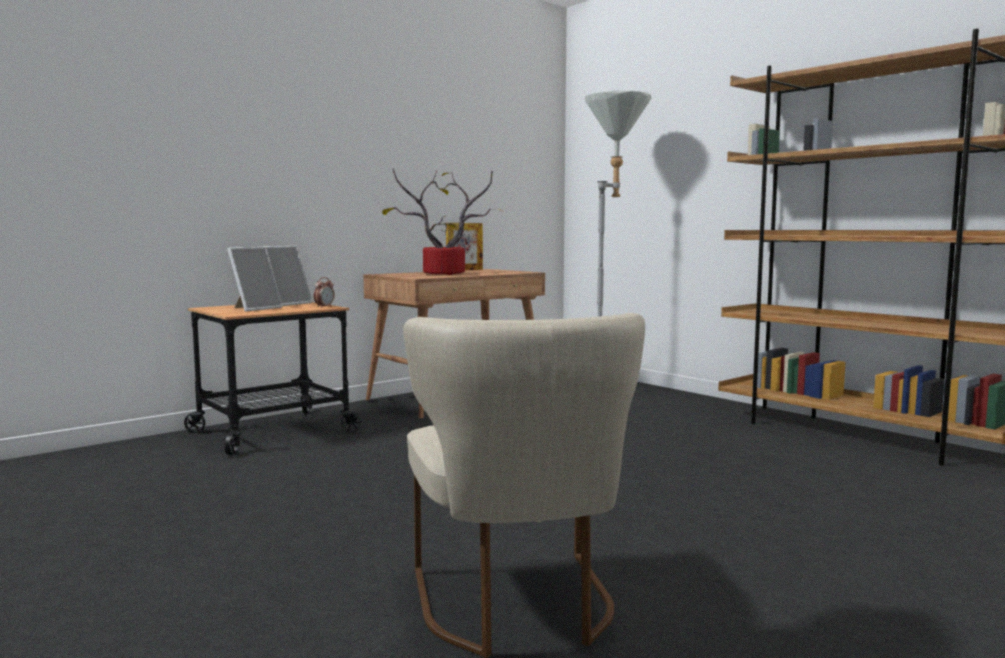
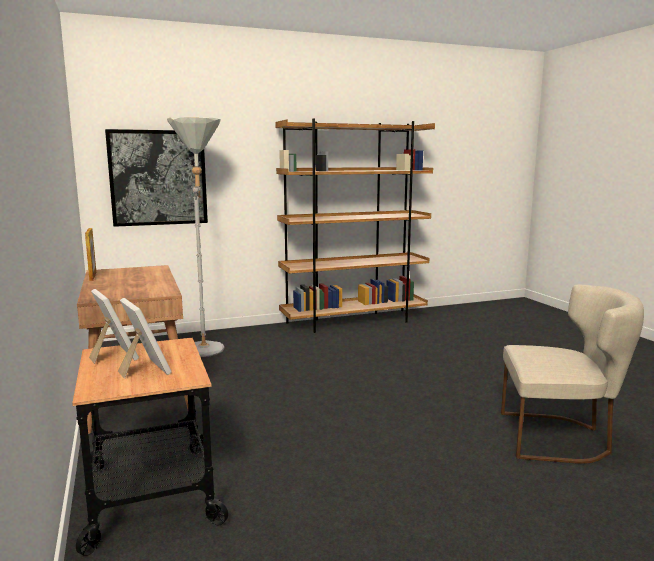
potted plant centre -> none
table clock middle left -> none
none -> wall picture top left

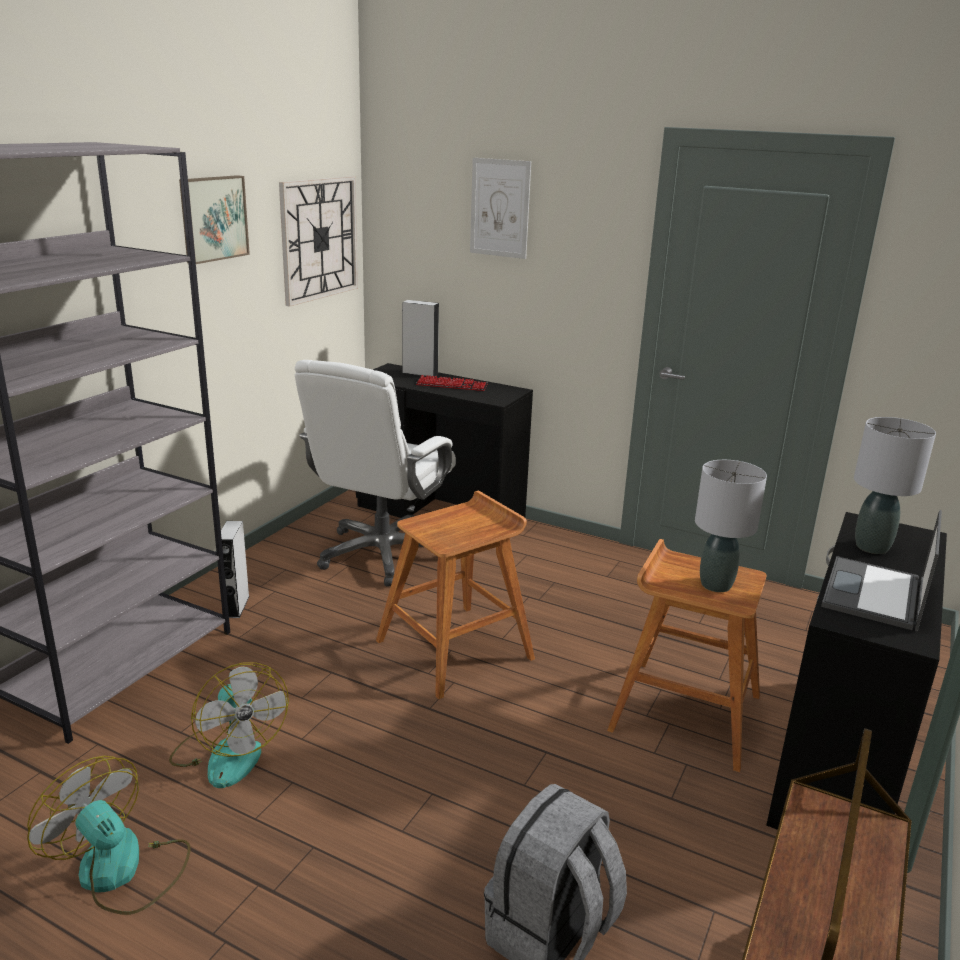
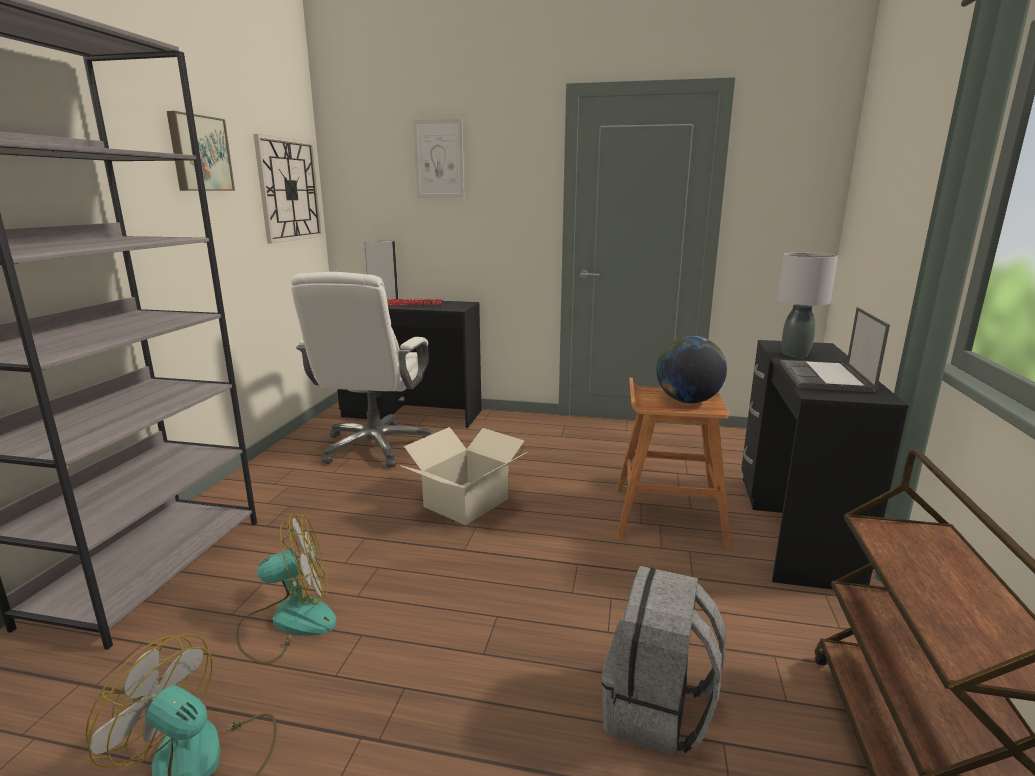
tabletop lamp (grey) (no. 1 from left) middle right -> world globe middle right
stool (brown-coloured) (no. 1 from left) centre -> packing box centre
audio speaker (grey) (no. 1 from left) middle left -> none
fan (no. 2 from left) bottom left, 60 degrees counterclockwise

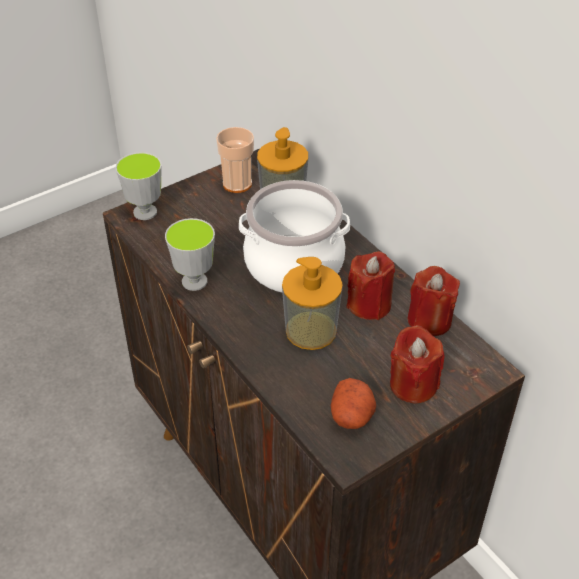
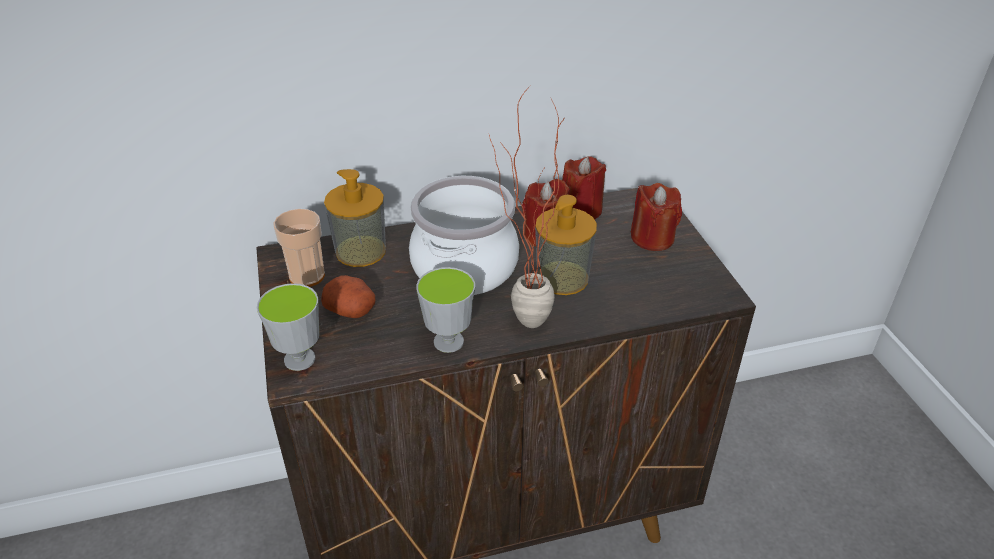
potato bottom centre -> potato centre, shifted
none -> potted plant centre

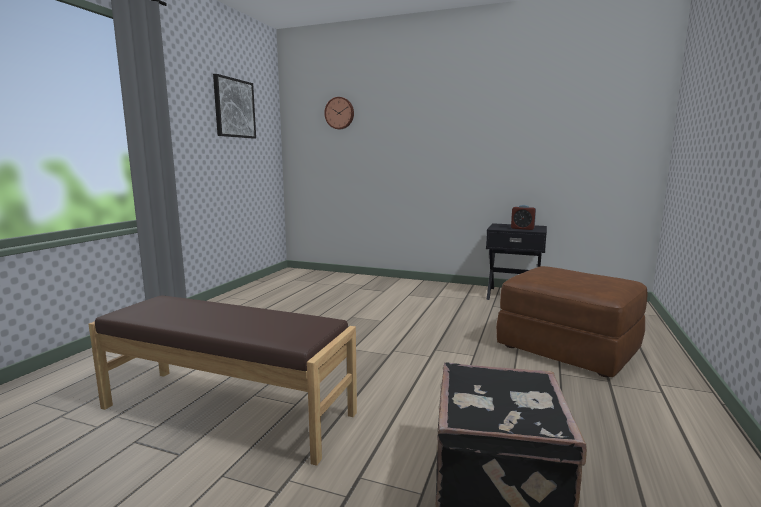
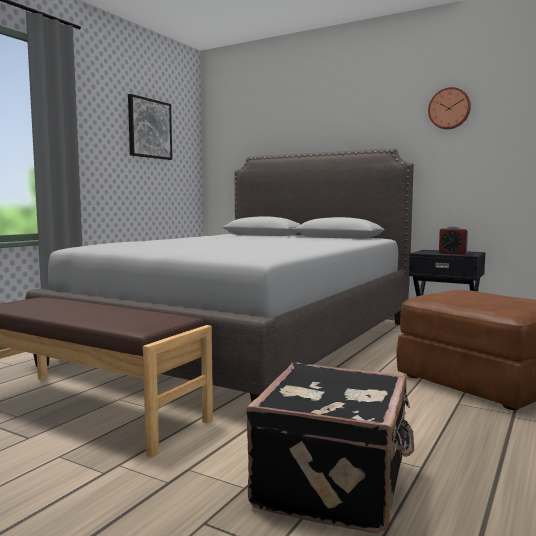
clock on the wall top centre -> clock on the wall top right, shifted
none -> bedroom bed (grey) centre

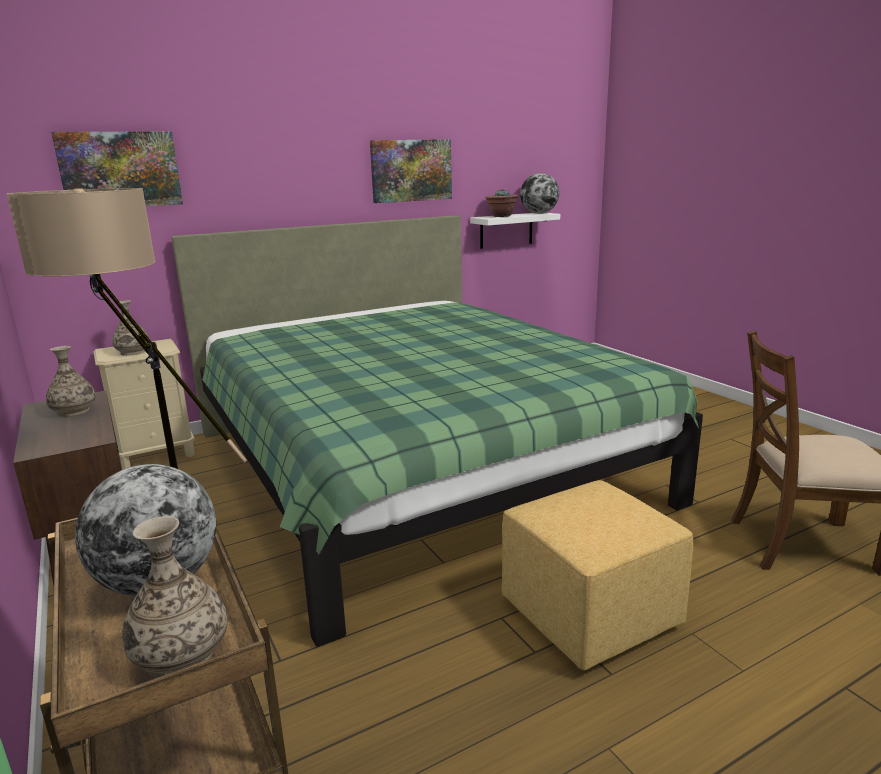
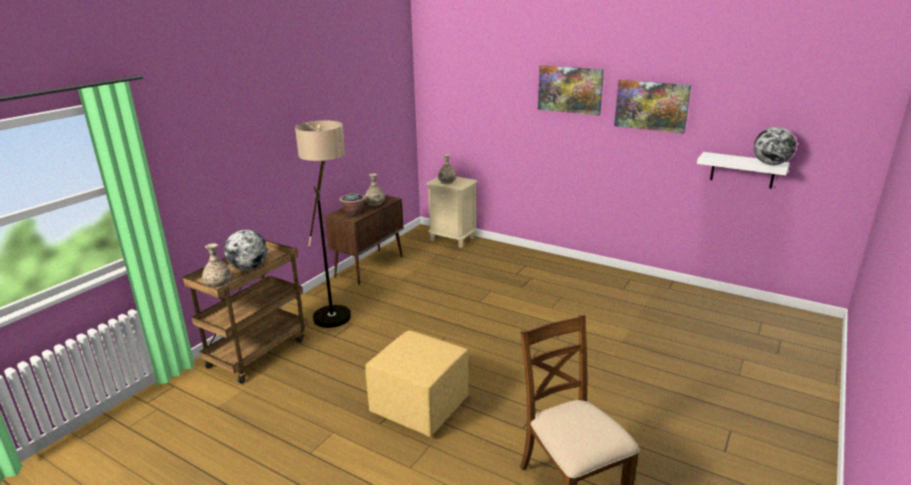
wall picture (no. 1 from left) top left -> wall picture (no. 1 from left) top centre, shifted
potted plant top centre -> potted plant centre, shifted
bedroom bed (green-coloured) centre -> none

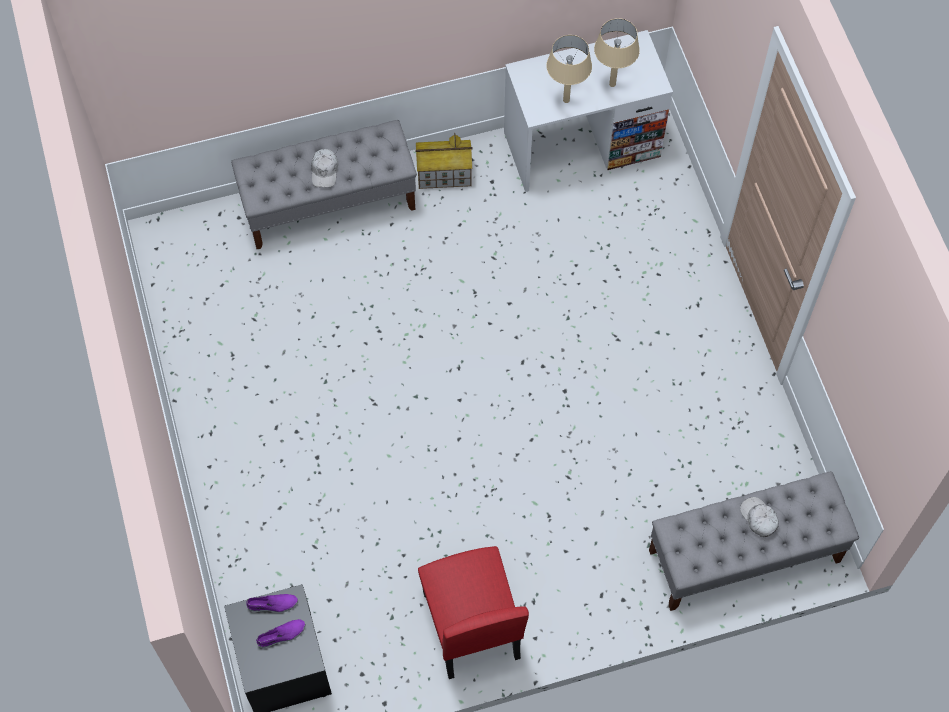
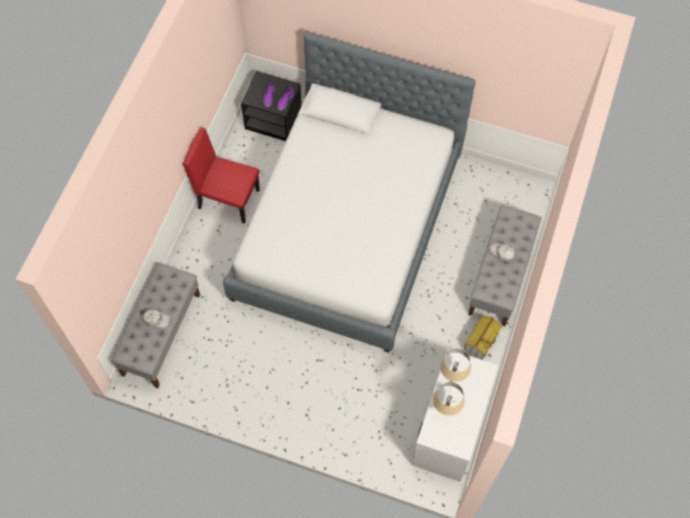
none -> bedroom bed centre

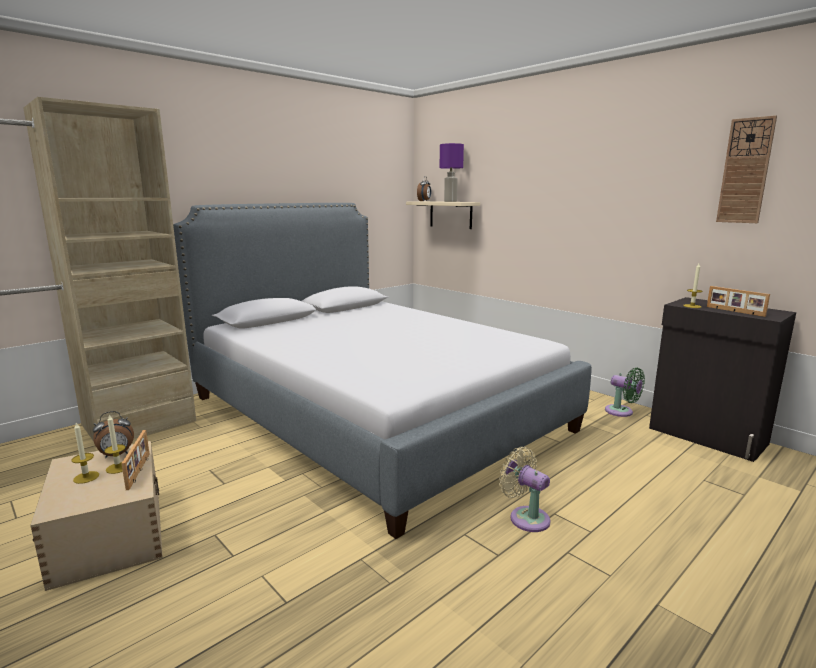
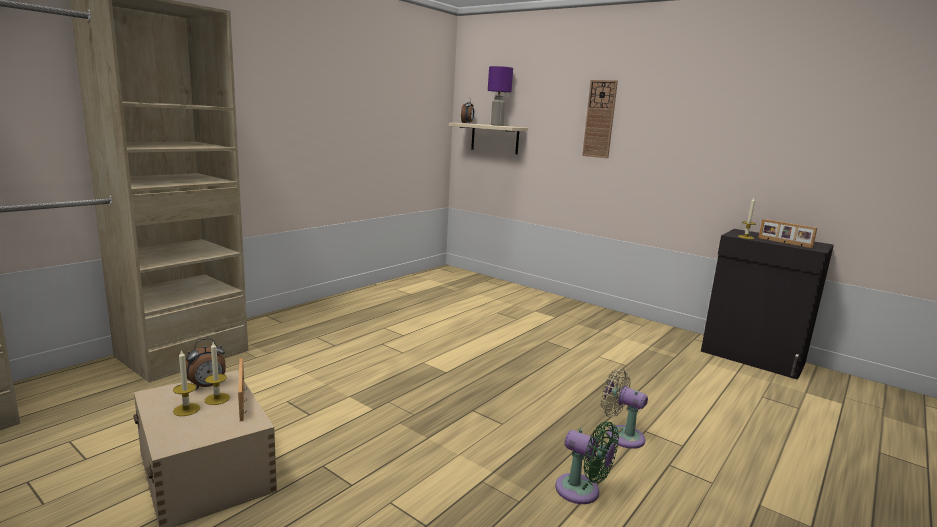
clock on the wall top right -> clock on the wall top centre, shifted
bedroom bed centre -> none
fan (green-coloured) middle right -> fan (green-coloured) bottom centre, shifted

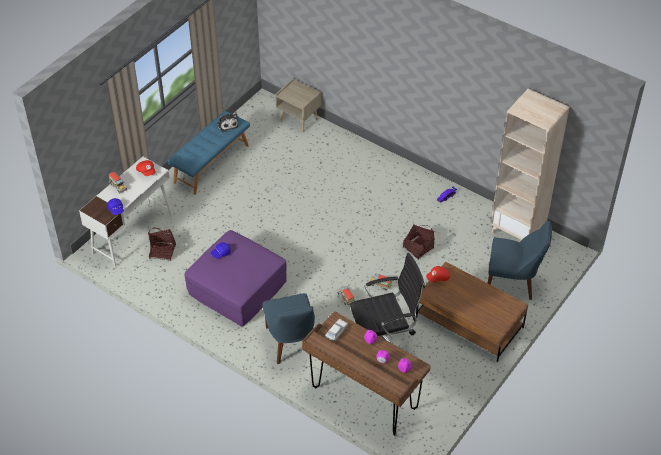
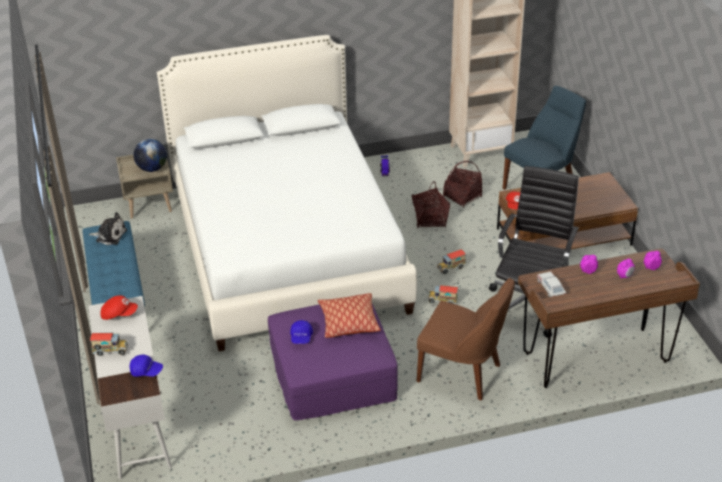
household basket (no. 1 from left in the first image) middle left -> household basket (no. 2 from left) centre, shifted
upright chair (blue-coloured) (no. 1 from left) bottom centre -> upright chair (brown-coloured) bottom centre
none -> bedroom bed (white-coloured) centre
none -> world globe top left
none -> throw pillow centre

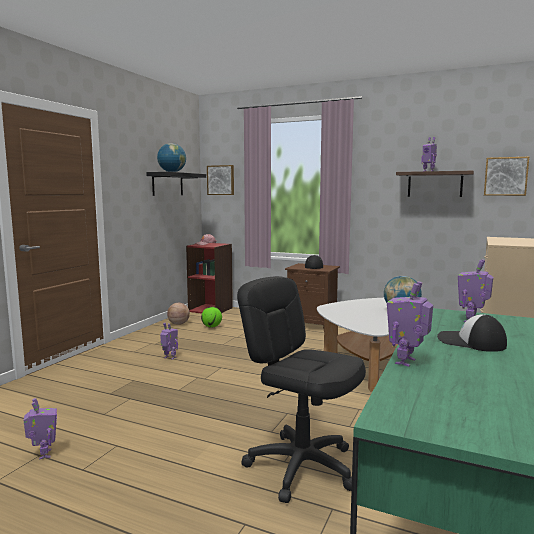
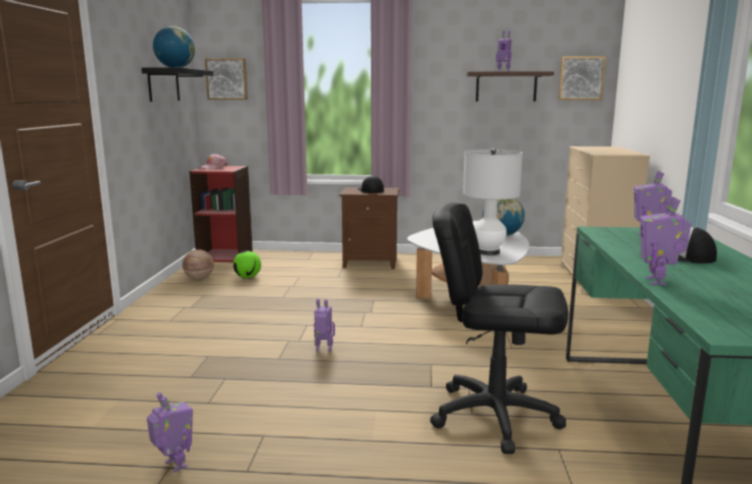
toy robot (no. 2 from left) middle left -> toy robot (no. 2 from left) bottom centre, shifted
none -> tabletop lamp (white-coloured) centre

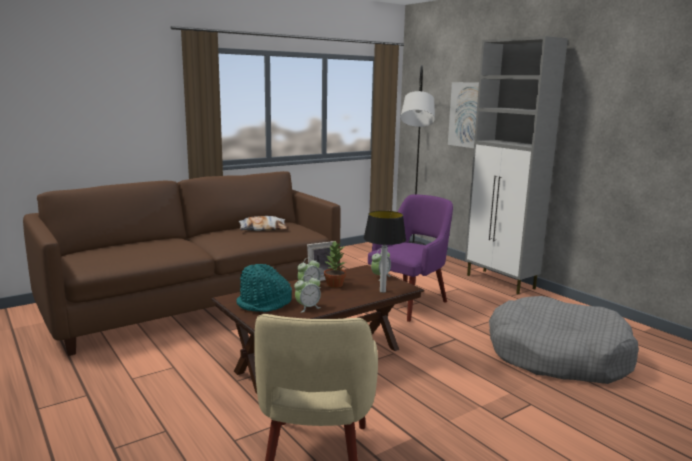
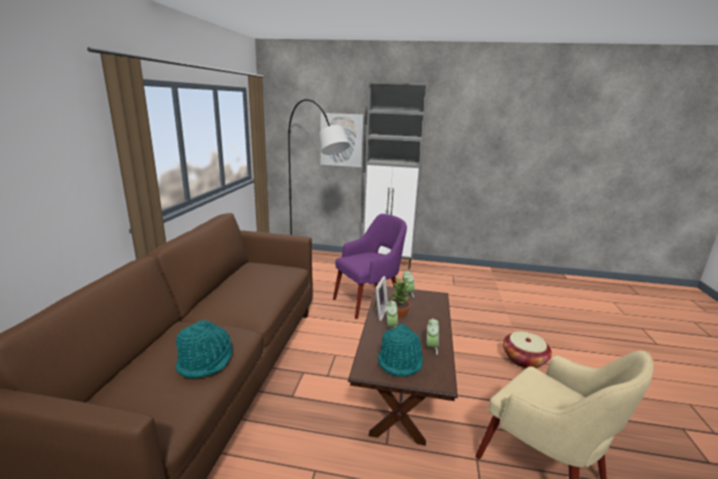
easy chair (purple) centre, 60 degrees clockwise
tabletop lamp centre -> none
throw pillow centre -> none
pet bed (grey) bottom right -> none
none -> wearable hat (turquoise-coloured) (no. 1 from left) bottom left
none -> household basket bottom right

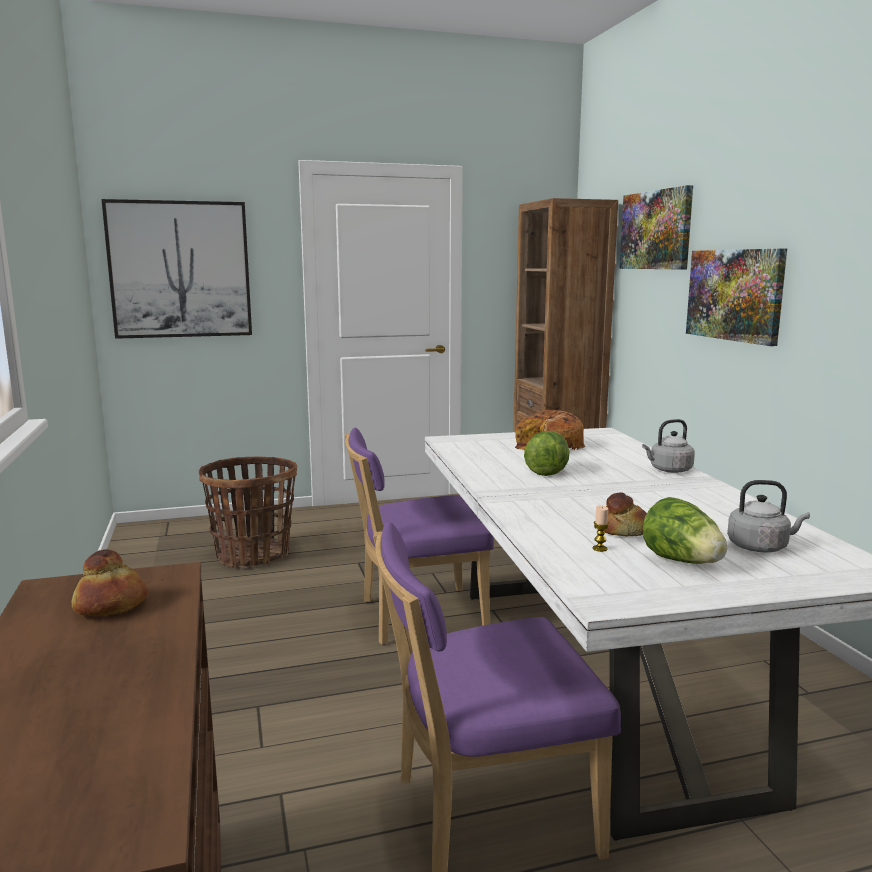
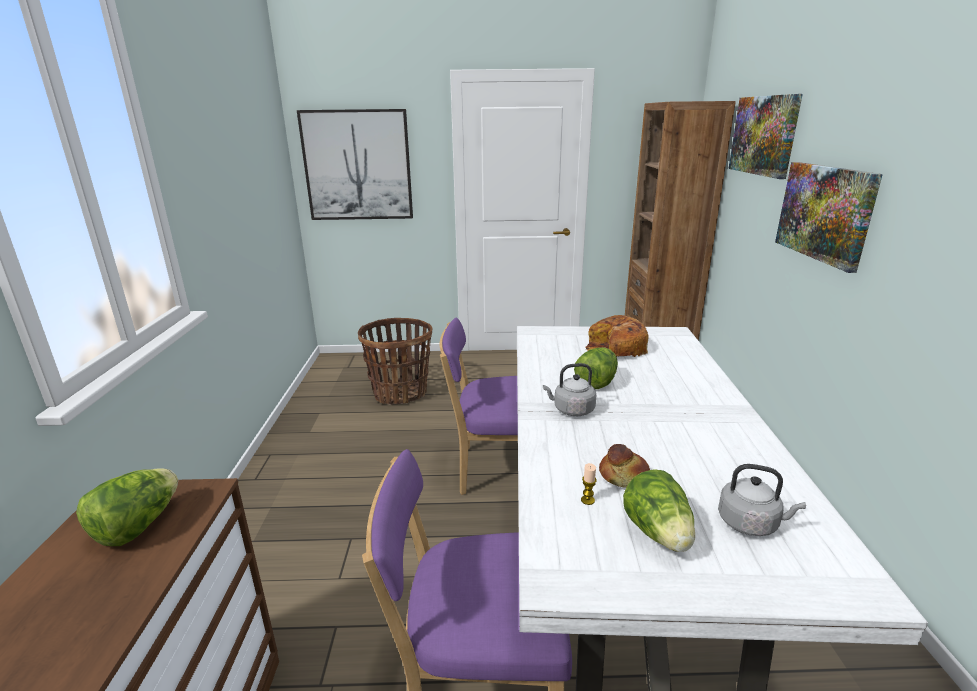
water kettle (grey) (no. 1 from left) middle right -> water kettle (grey) (no. 1 from left) centre, shifted
bread (no. 1 from left) bottom left -> head of lettuce (no. 1 from left) bottom left

